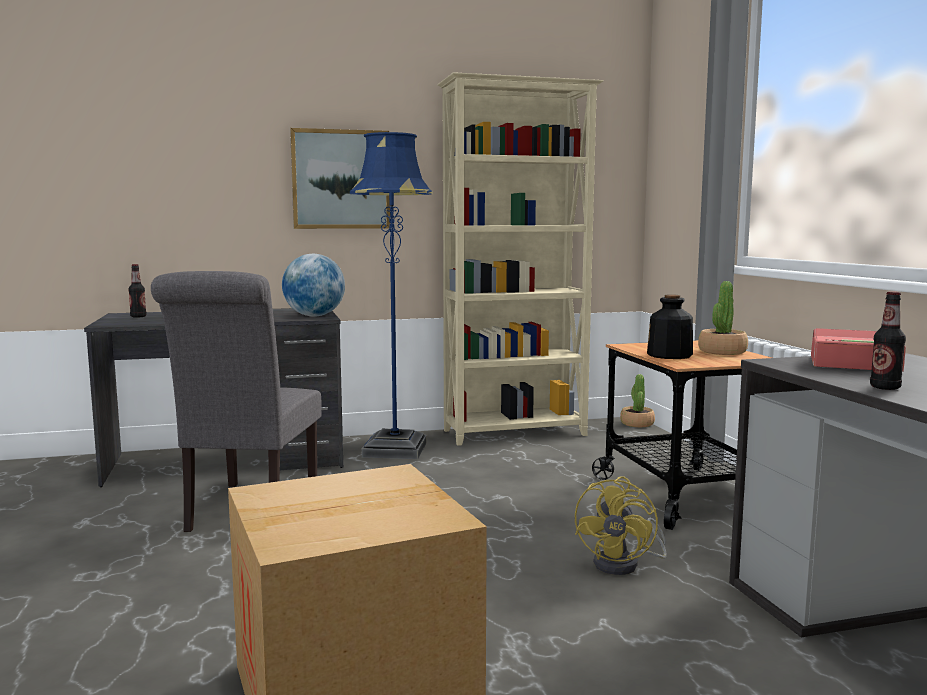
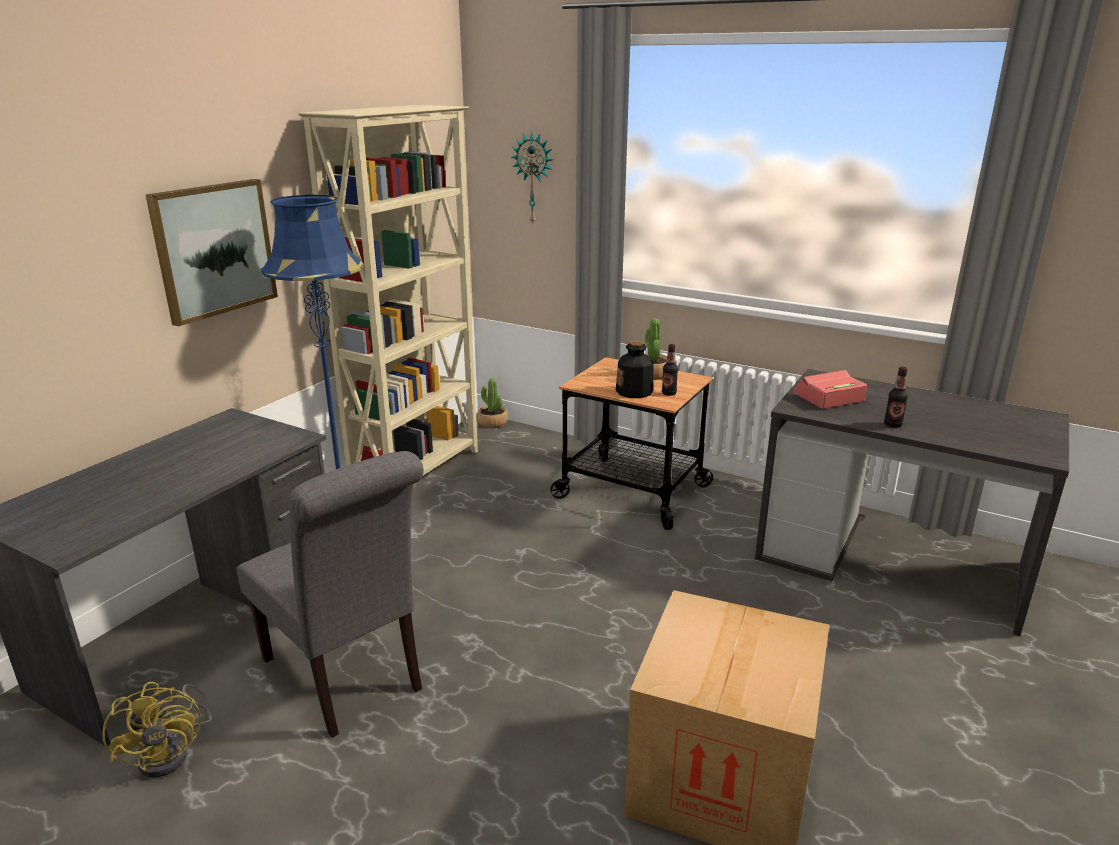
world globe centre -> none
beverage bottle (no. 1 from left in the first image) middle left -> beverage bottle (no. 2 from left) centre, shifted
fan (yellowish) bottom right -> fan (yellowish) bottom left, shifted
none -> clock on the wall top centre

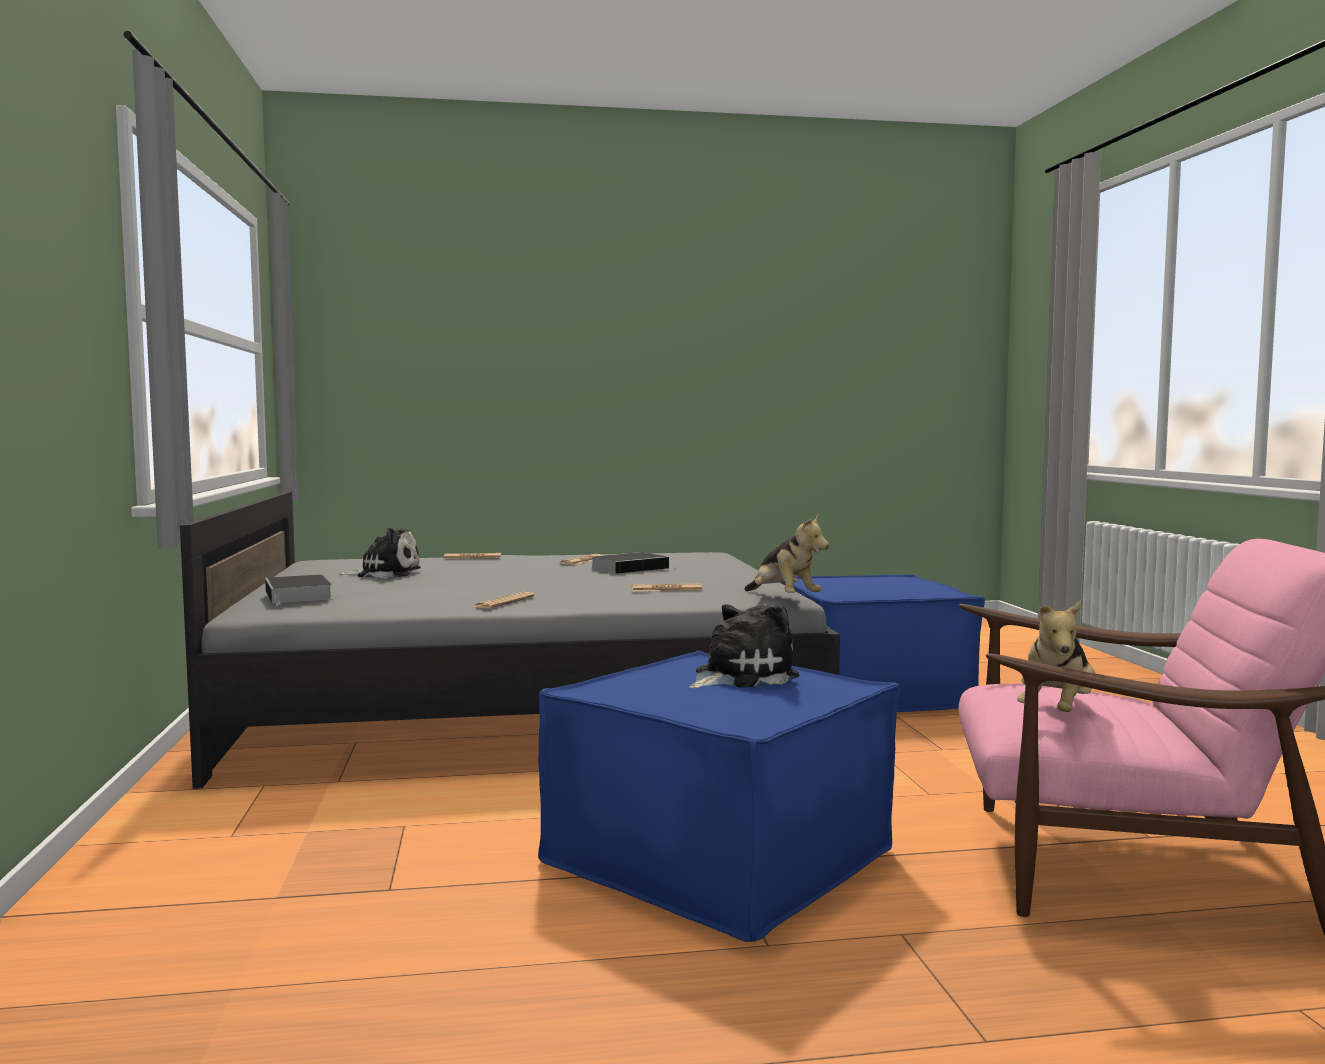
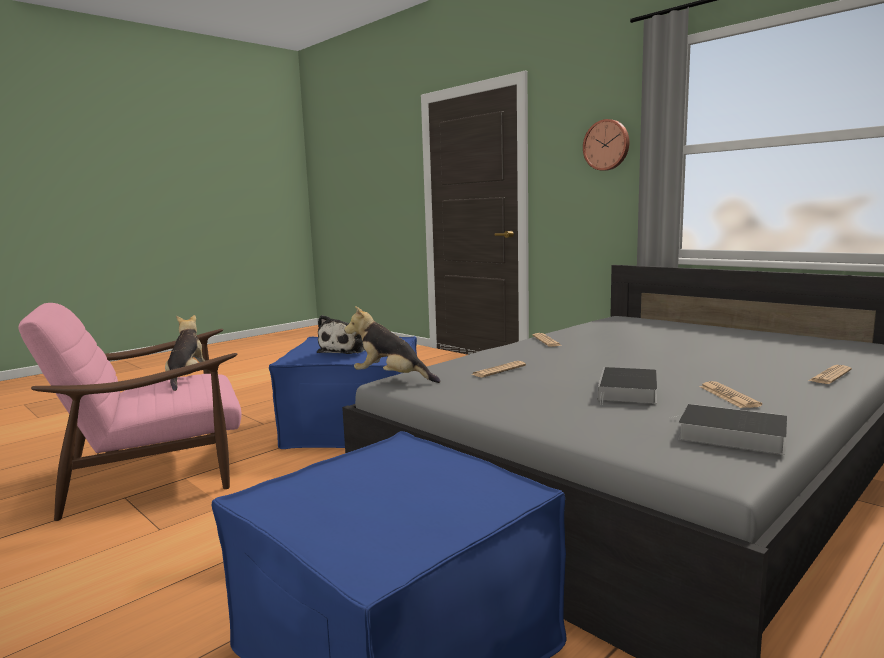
plush toy (no. 1 from left) middle left -> none
bound book (no. 1 from left in the first image) middle left -> bound book (no. 2 from left) middle right, shifted
none -> clock on the wall top right

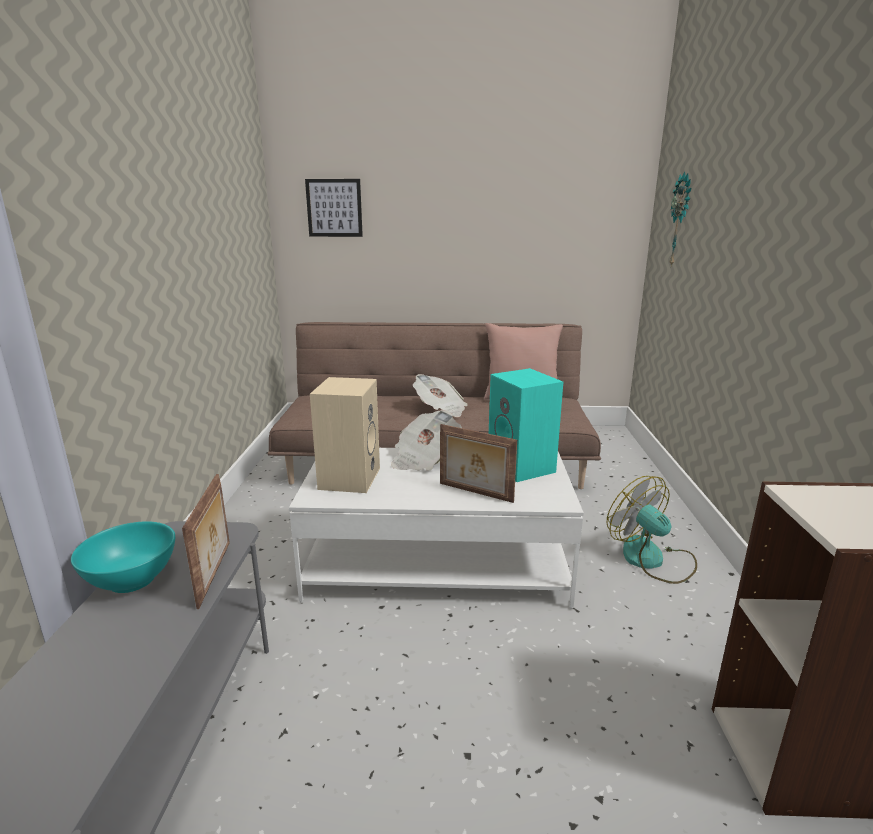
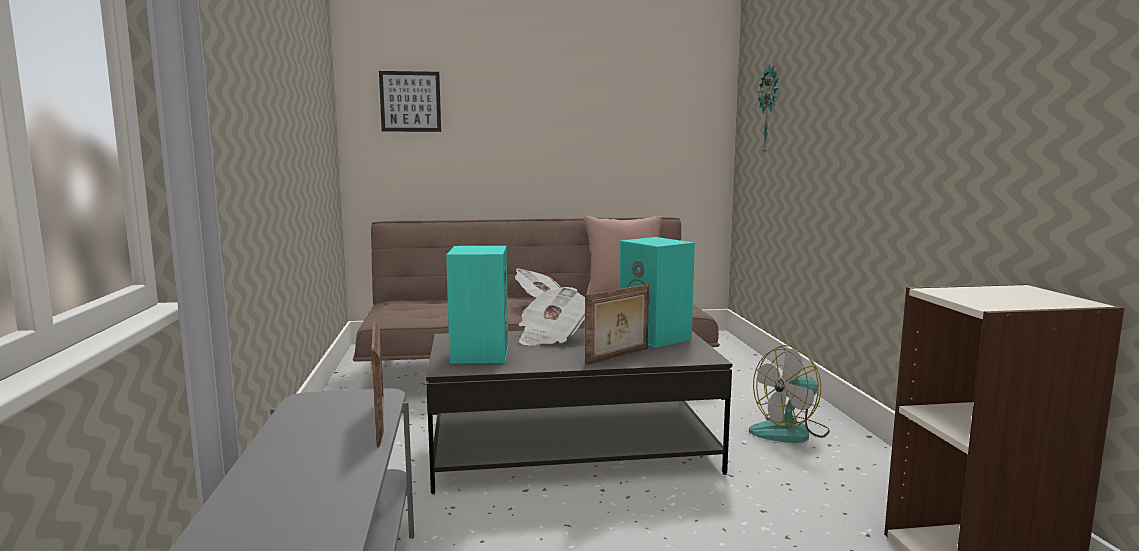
audio speaker (beige-coloured) centre -> audio speaker (turquoise-coloured) (no. 1 from left) centre
standing frame (no. 2 from left) centre, 60 degrees counterclockwise
low table (white-coloured) centre -> low table (black-coloured) bottom centre
fan middle right -> fan bottom right, 75 degrees counterclockwise
bowl (turquoise-coloured) bottom left -> none

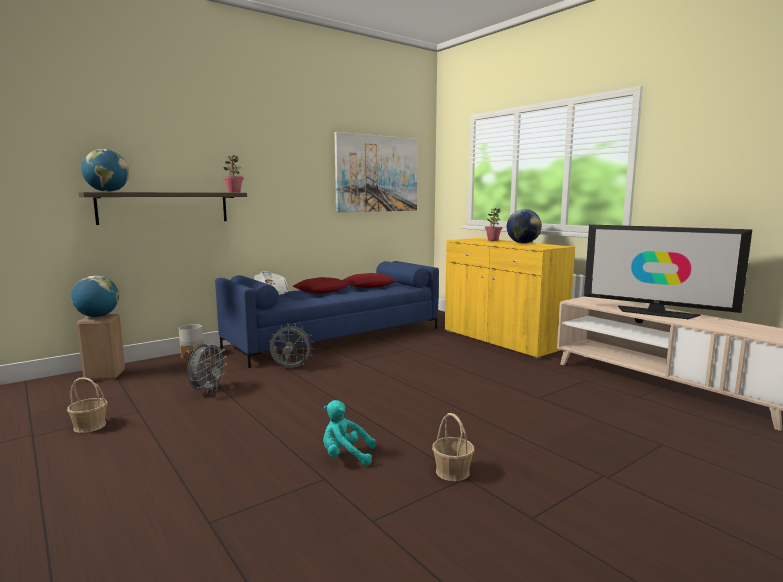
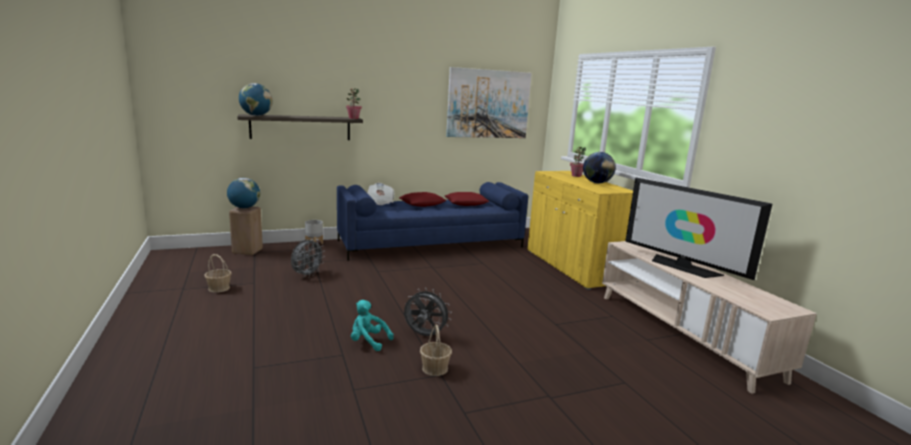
fan (grey) (no. 2 from left) centre -> fan (grey) (no. 2 from left) bottom centre, shifted

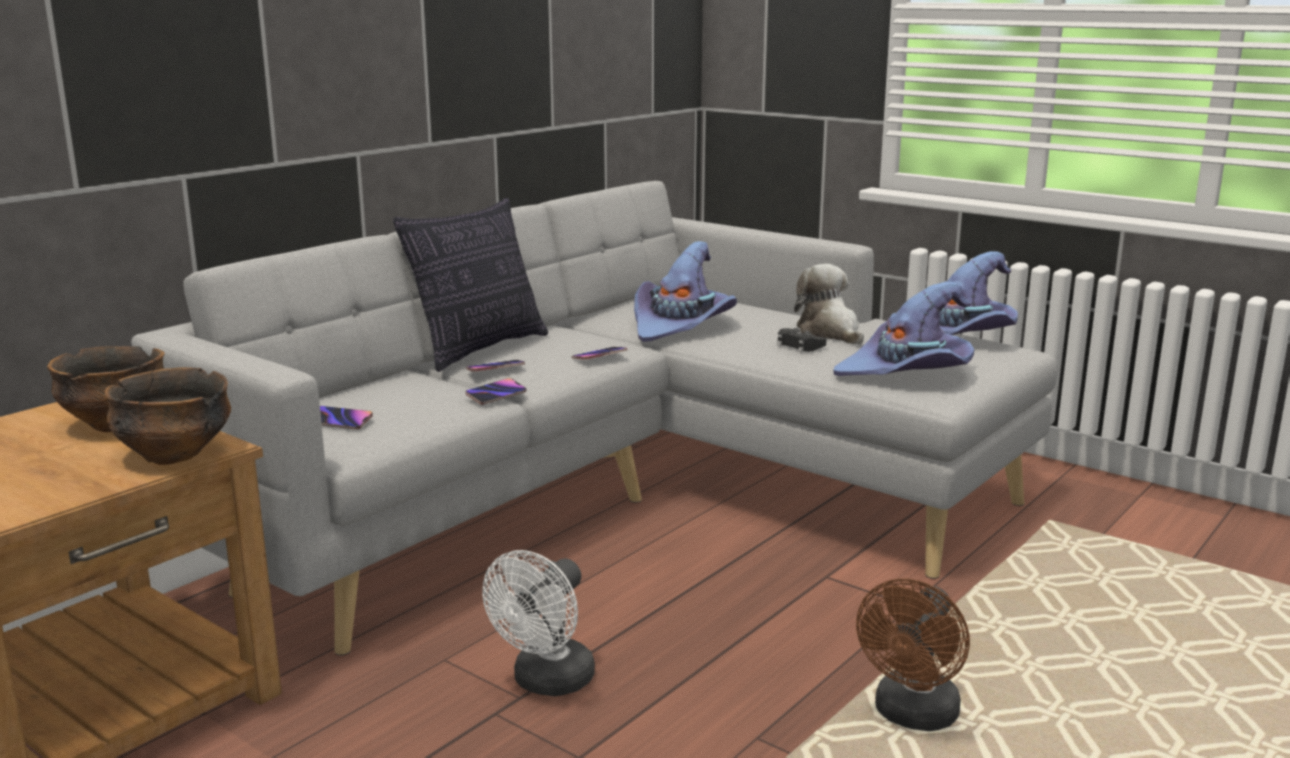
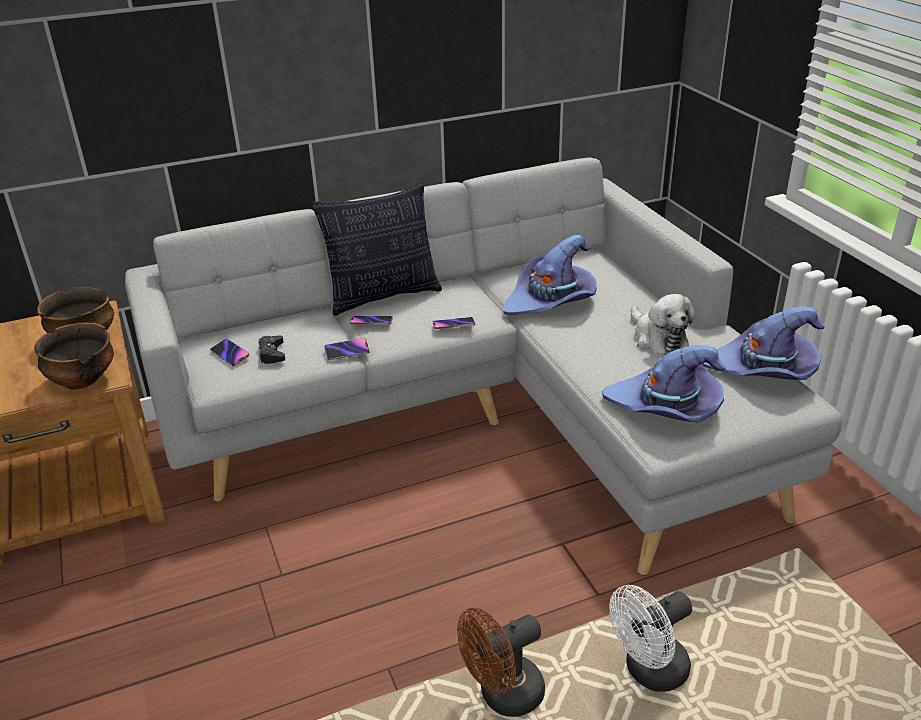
plush toy centre -> plush toy middle right, 150 degrees clockwise
gamepad (black-coloured) centre -> gamepad (black-coloured) middle left, shifted
fan (white-coloured) bottom centre -> fan (white-coloured) bottom right, shifted

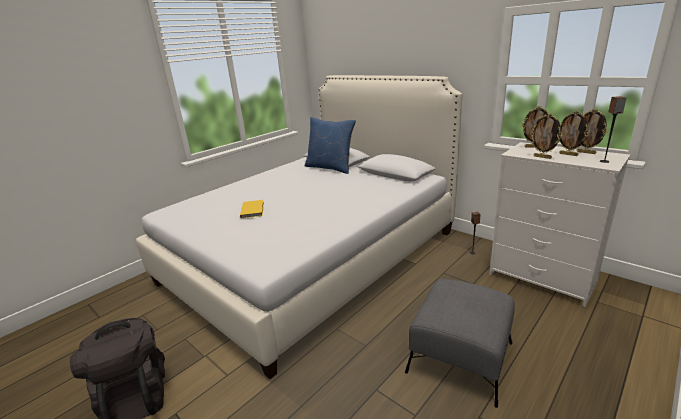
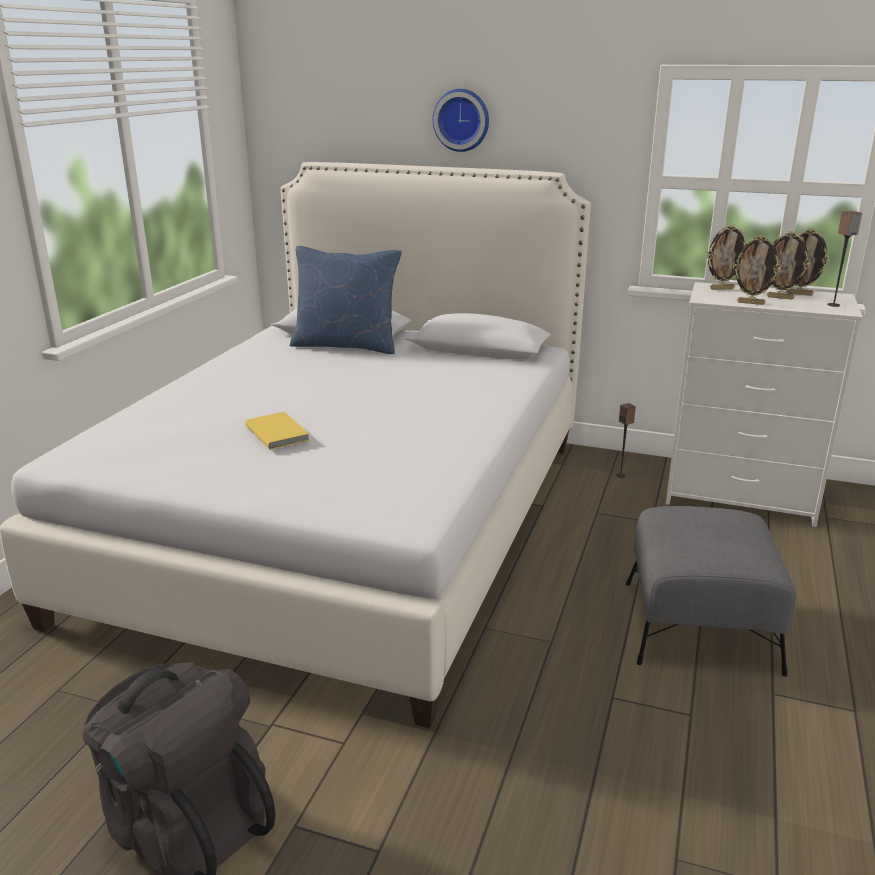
none -> clock on the wall top centre

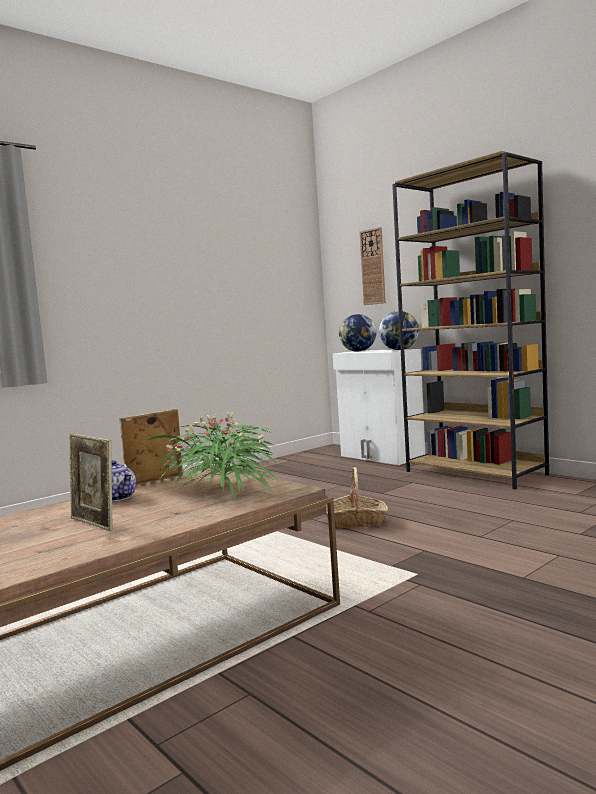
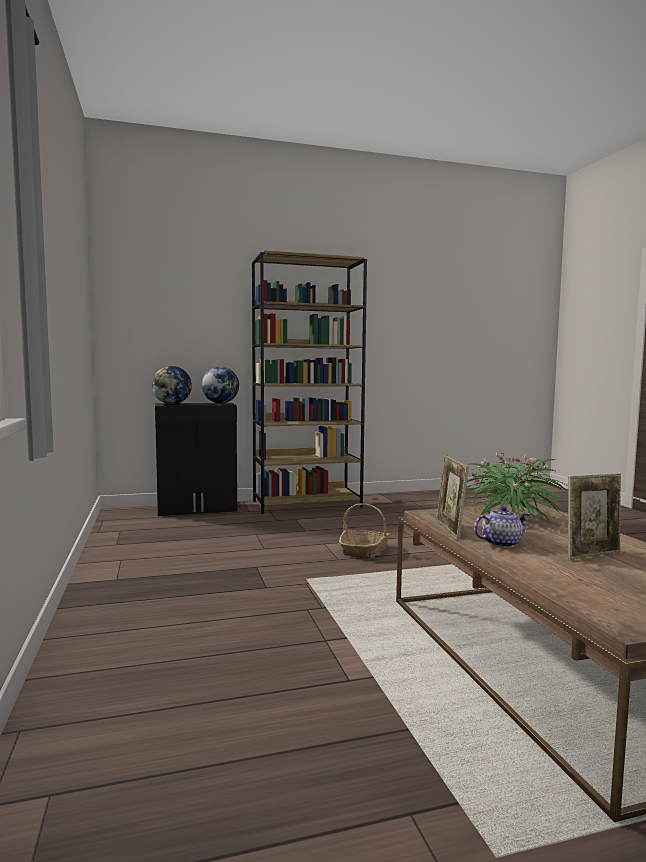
clock on the wall centre -> none
storage cabinet (white-coloured) centre -> storage cabinet (black-coloured) middle left

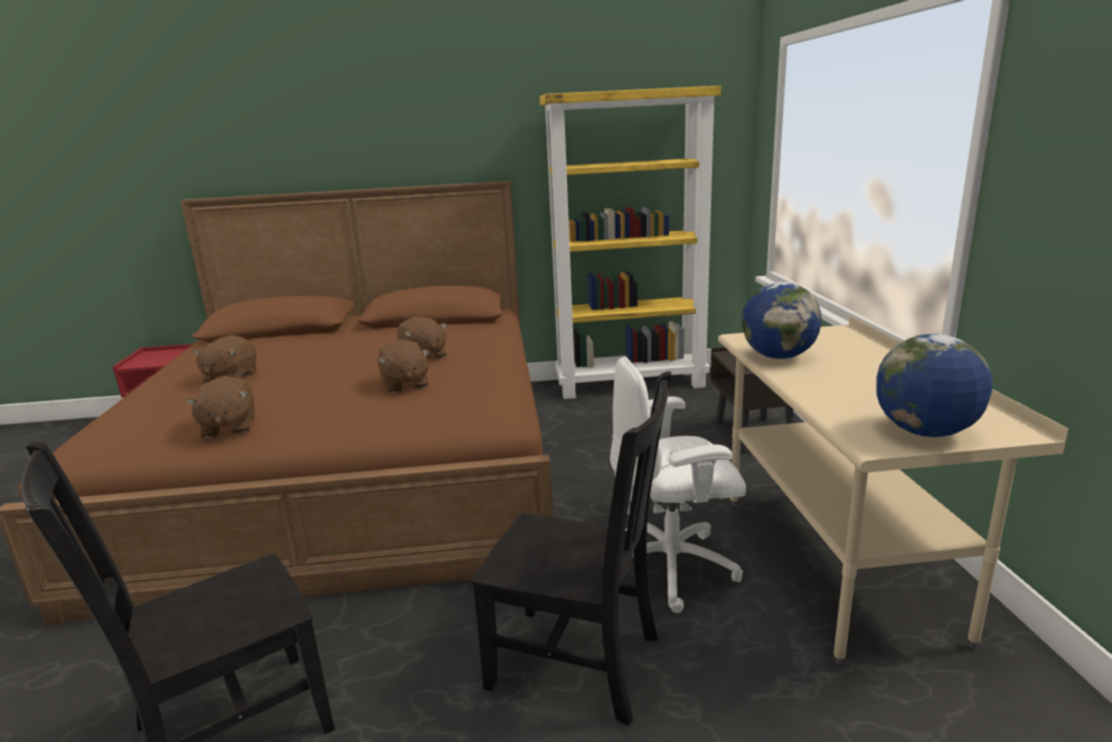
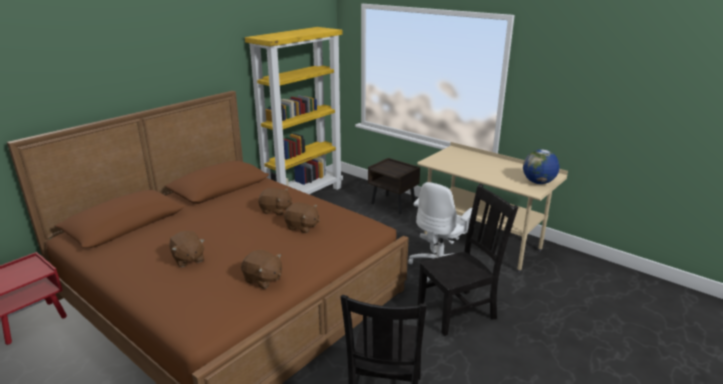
world globe (no. 1 from left) middle right -> none

